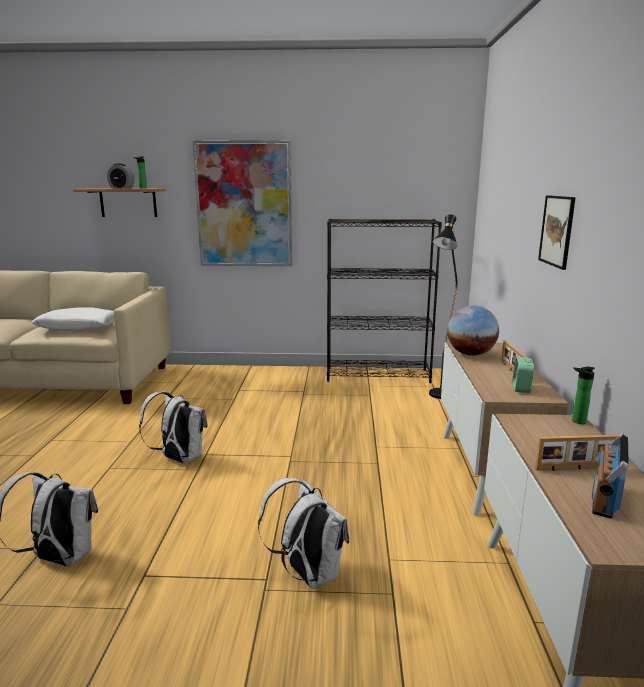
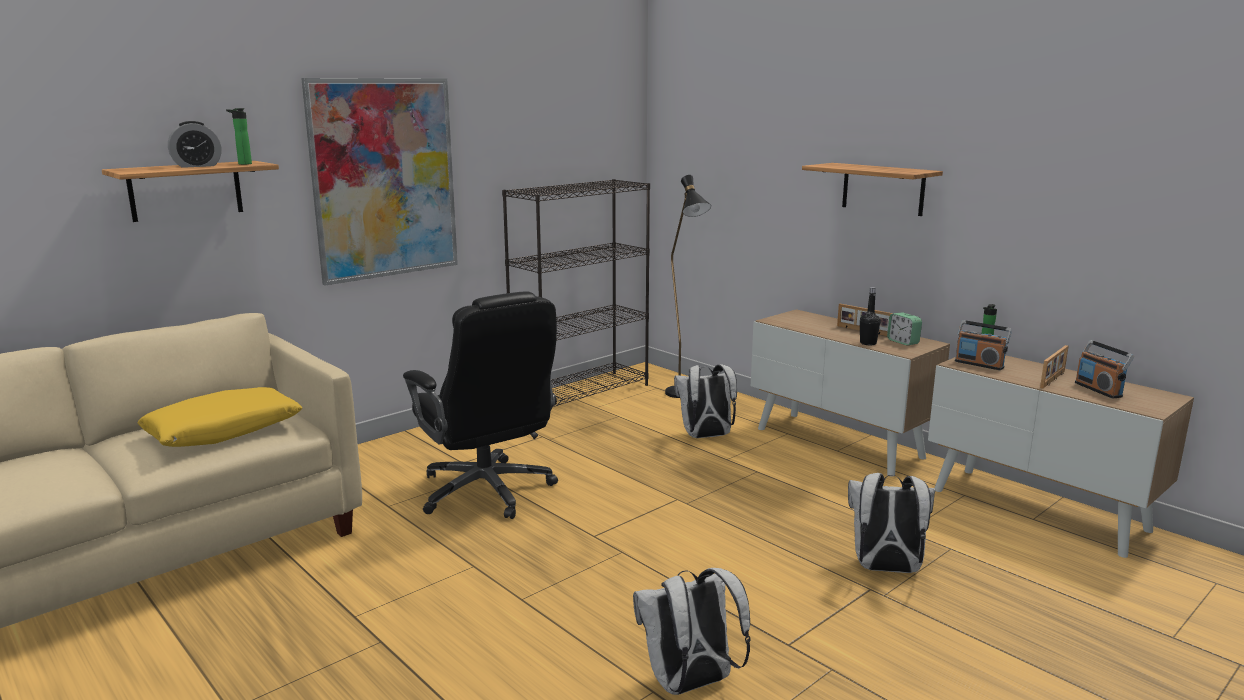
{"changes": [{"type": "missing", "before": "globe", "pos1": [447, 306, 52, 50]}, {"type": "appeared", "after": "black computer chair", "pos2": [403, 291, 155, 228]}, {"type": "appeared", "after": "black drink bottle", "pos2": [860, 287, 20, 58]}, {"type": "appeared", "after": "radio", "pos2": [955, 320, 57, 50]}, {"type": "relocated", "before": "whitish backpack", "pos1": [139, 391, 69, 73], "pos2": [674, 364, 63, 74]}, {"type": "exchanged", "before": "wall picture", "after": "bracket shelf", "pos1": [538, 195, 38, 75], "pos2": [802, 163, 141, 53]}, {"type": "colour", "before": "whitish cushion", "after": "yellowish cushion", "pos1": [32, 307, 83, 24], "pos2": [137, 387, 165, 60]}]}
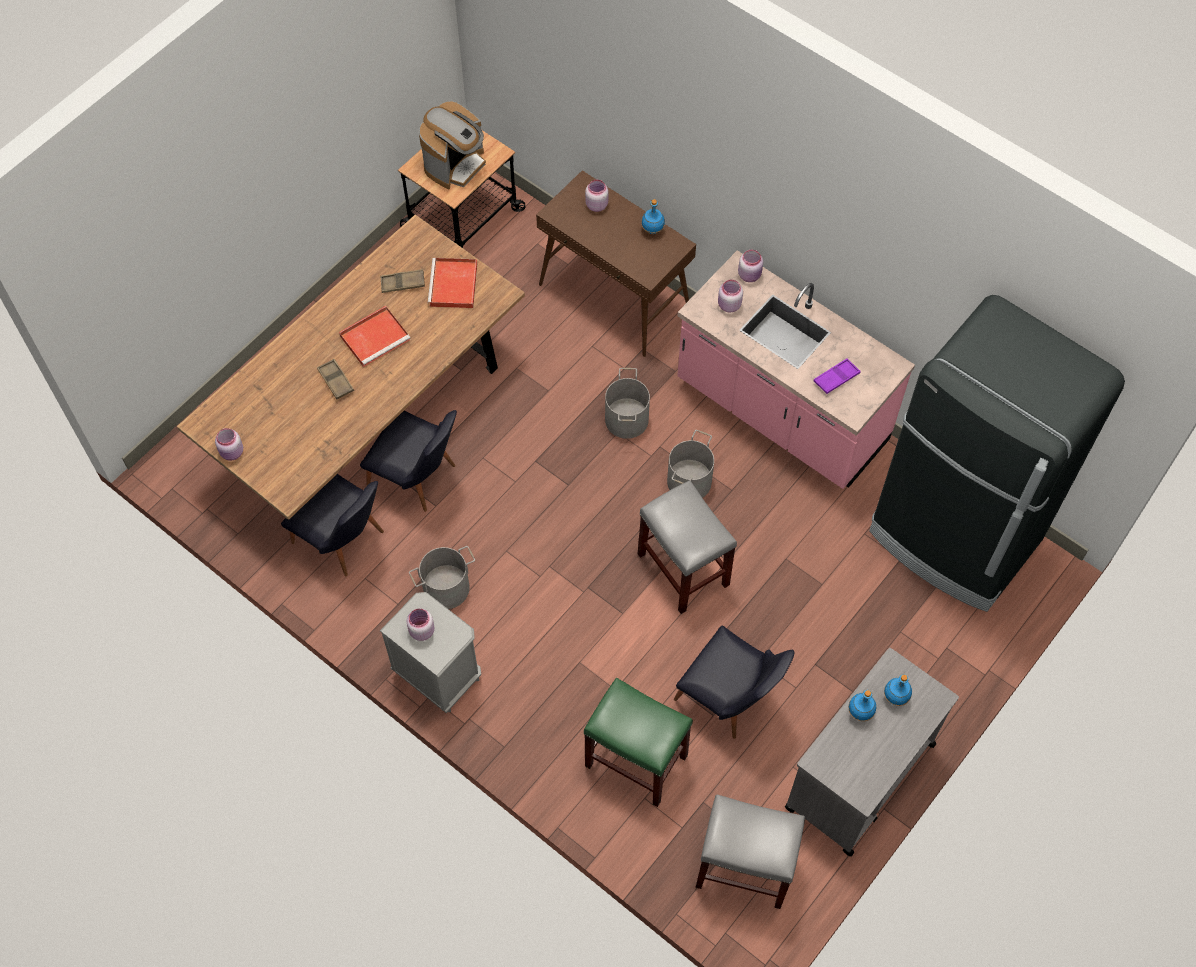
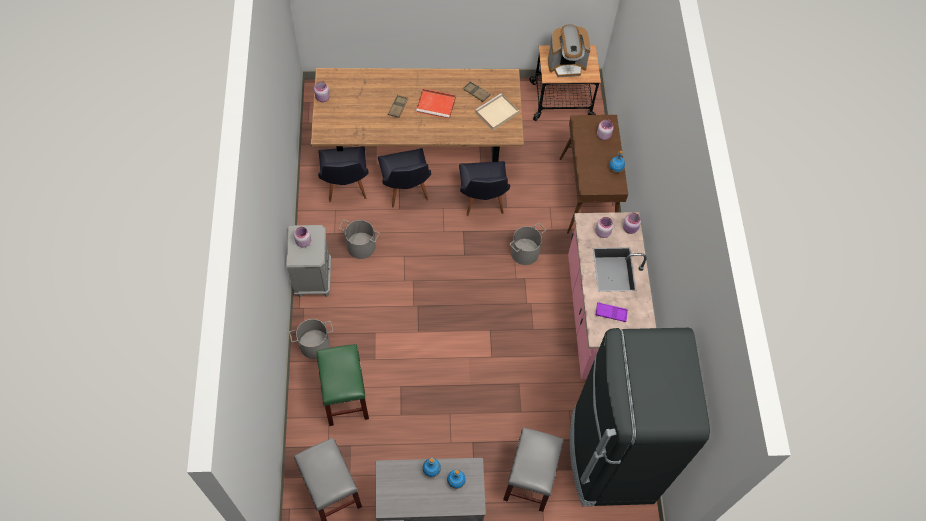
{"changes": [{"type": "relocated", "before": "greyish stool", "pos1": [638, 480, 99, 134], "pos2": [503, 428, 61, 84]}, {"type": "relocated", "before": "greyish pail", "pos1": [667, 430, 47, 68], "pos2": [289, 319, 44, 40]}, {"type": "relocated", "before": "black upright chair", "pos1": [674, 626, 120, 113], "pos2": [459, 161, 51, 55]}, {"type": "colour", "before": "reddish carrying tray", "after": "sand-coloured carrying tray", "pos1": [428, 258, 49, 50], "pos2": [475, 93, 44, 37]}]}
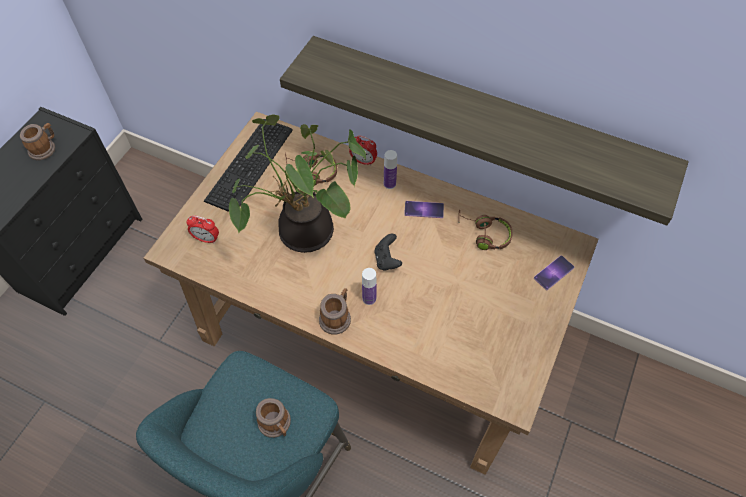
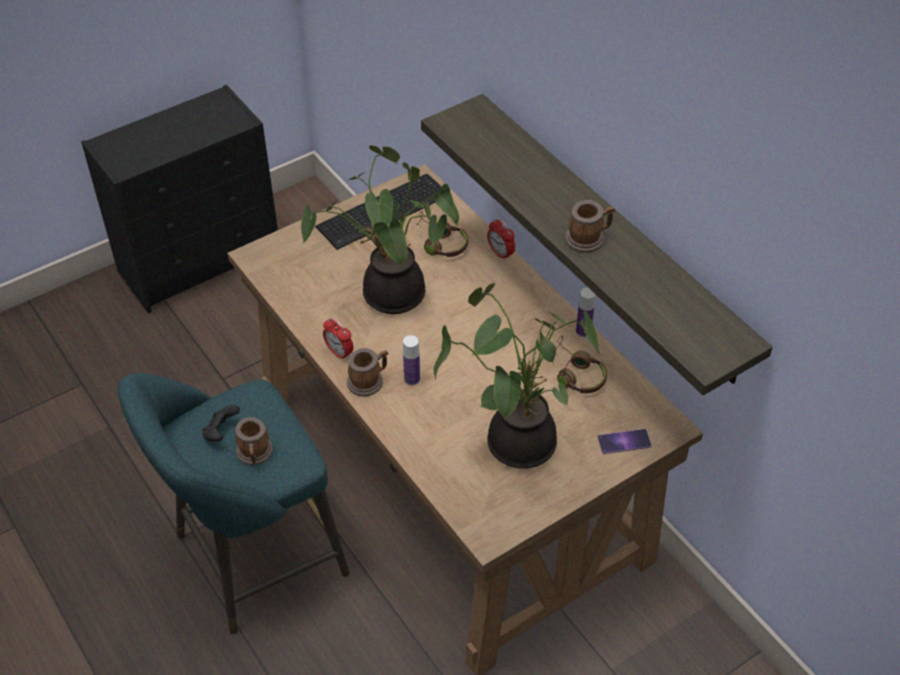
{"changes": [{"type": "missing", "before": "phone", "pos1": [404, 201, 40, 17]}, {"type": "appeared", "after": "potted plant", "pos2": [434, 283, 166, 186]}, {"type": "relocated", "before": "tea mug", "pos1": [20, 123, 35, 37], "pos2": [565, 200, 50, 53]}, {"type": "relocated", "before": "bedside clock", "pos1": [186, 215, 33, 29], "pos2": [323, 318, 31, 43]}, {"type": "relocated", "before": "black game controller", "pos1": [374, 234, 28, 37], "pos2": [202, 405, 38, 37]}, {"type": "relocated", "before": "drink bottle", "pos1": [384, 150, 13, 39], "pos2": [576, 288, 20, 49]}]}
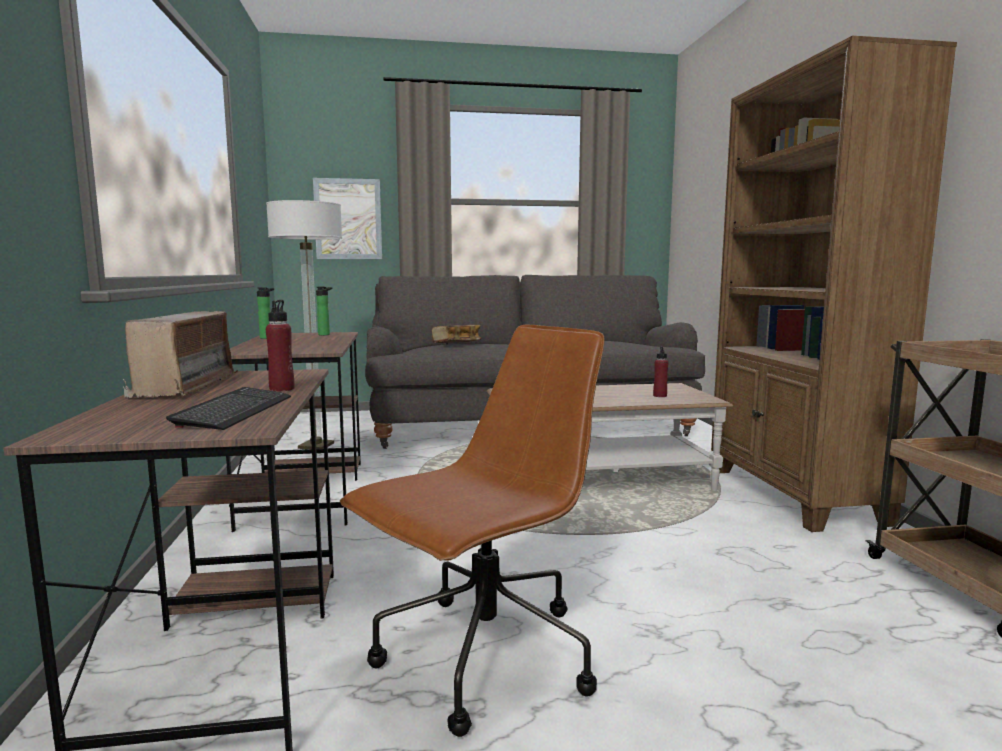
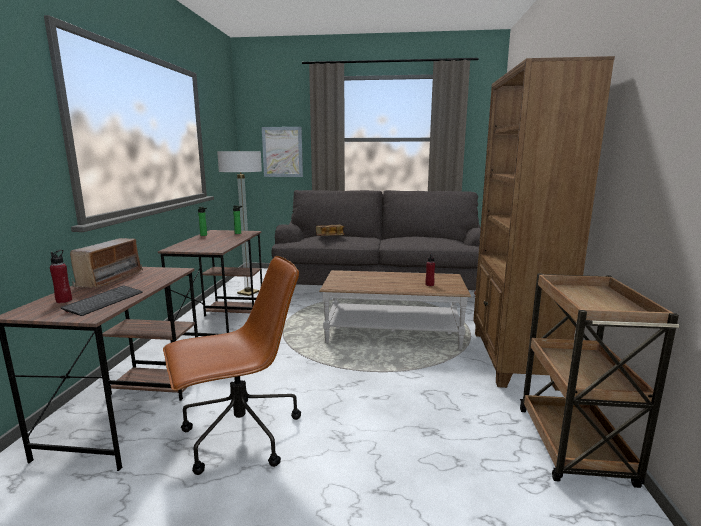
{"changes": [{"type": "relocated", "before": "reddish drink bottle", "pos1": [266, 300, 28, 91], "pos2": [50, 250, 22, 53]}]}
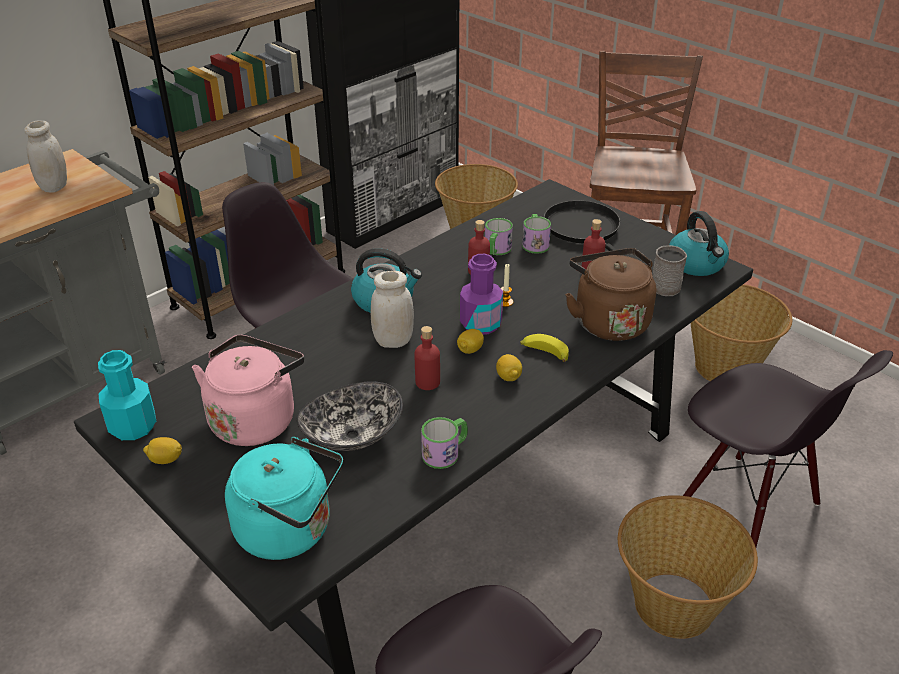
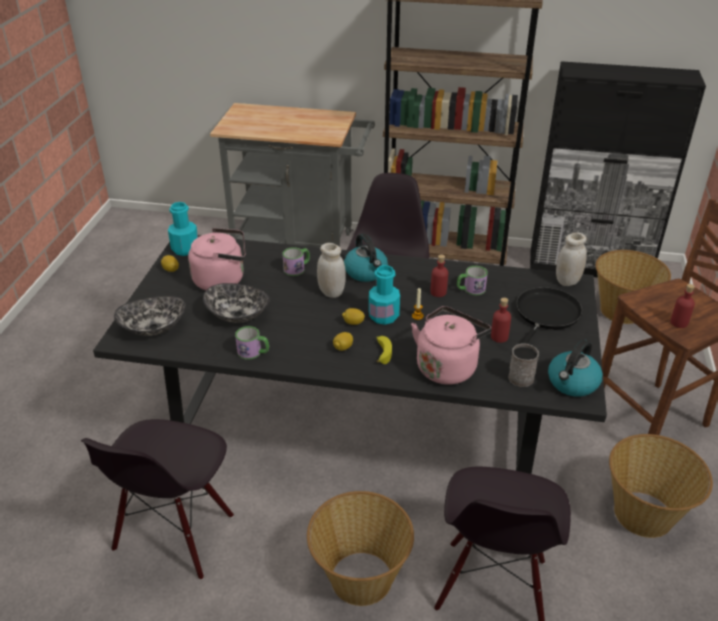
{"changes": [{"type": "relocated", "before": "whitish jar", "pos1": [24, 120, 43, 73], "pos2": [556, 232, 31, 54]}, {"type": "relocated", "before": "reddish drink bottle", "pos1": [414, 326, 26, 64], "pos2": [670, 284, 25, 44]}, {"type": "relocated", "before": "tea mug", "pos1": [522, 214, 29, 40], "pos2": [282, 247, 28, 29]}, {"type": "exchanged", "before": "blue-green water kettle", "after": "serving bowl", "pos1": [225, 437, 118, 123], "pos2": [114, 296, 72, 40]}, {"type": "colour", "before": "purple-coloured drink bottle", "after": "blue-green drink bottle", "pos1": [460, 254, 43, 81], "pos2": [369, 265, 31, 60]}, {"type": "colour", "before": "brown-coloured water kettle", "after": "pink water kettle", "pos1": [565, 248, 91, 93], "pos2": [411, 306, 80, 79]}]}
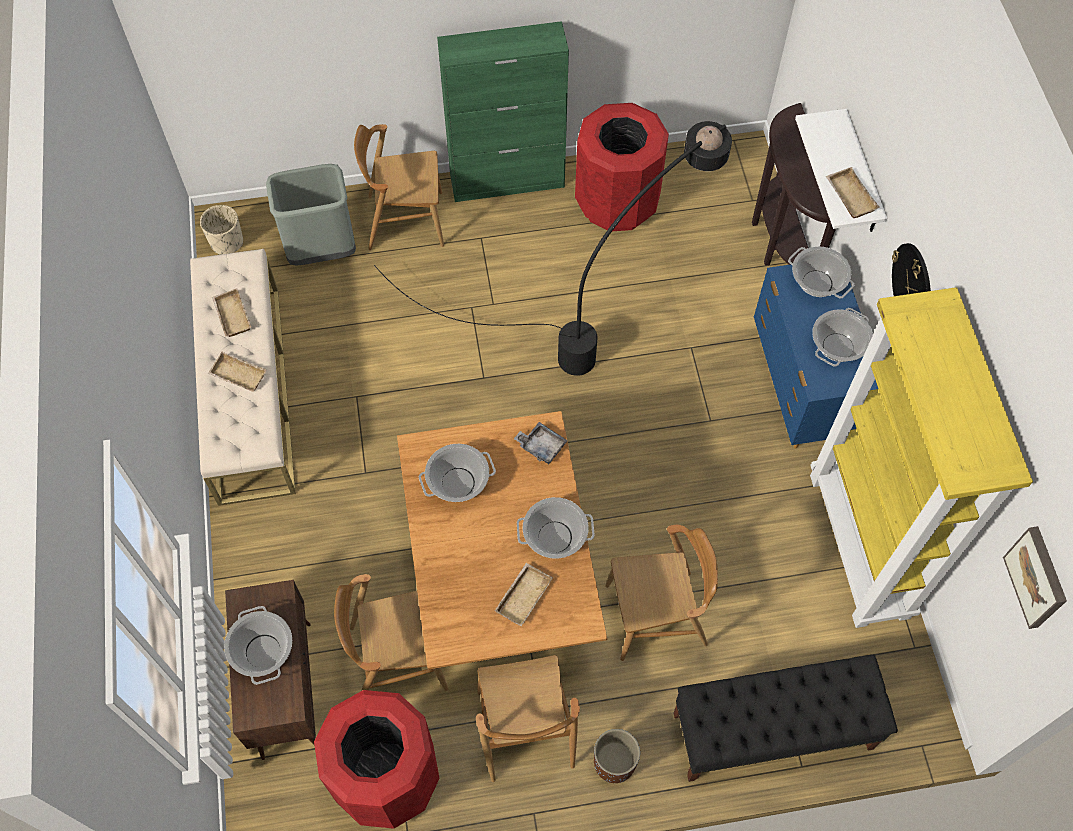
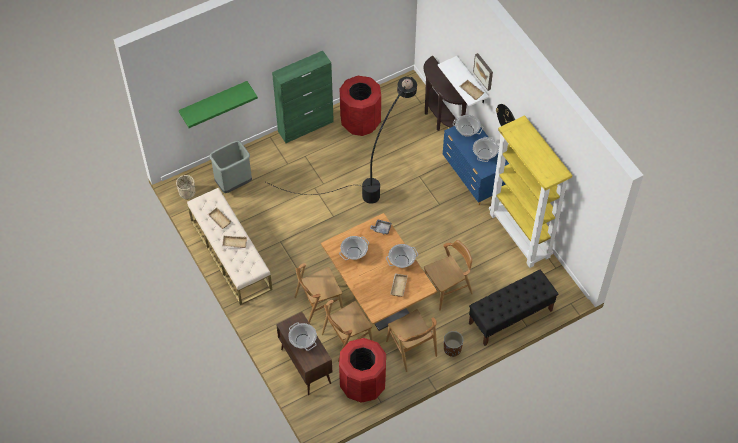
{"changes": [{"type": "appeared", "after": "green-coloured bracket shelf", "pos2": [179, 81, 79, 47]}, {"type": "relocated", "before": "brown-coloured upright chair", "pos1": [354, 124, 90, 126], "pos2": [294, 263, 49, 60]}, {"type": "relocated", "before": "wall picture", "pos1": [1003, 526, 64, 103], "pos2": [473, 53, 20, 38]}]}
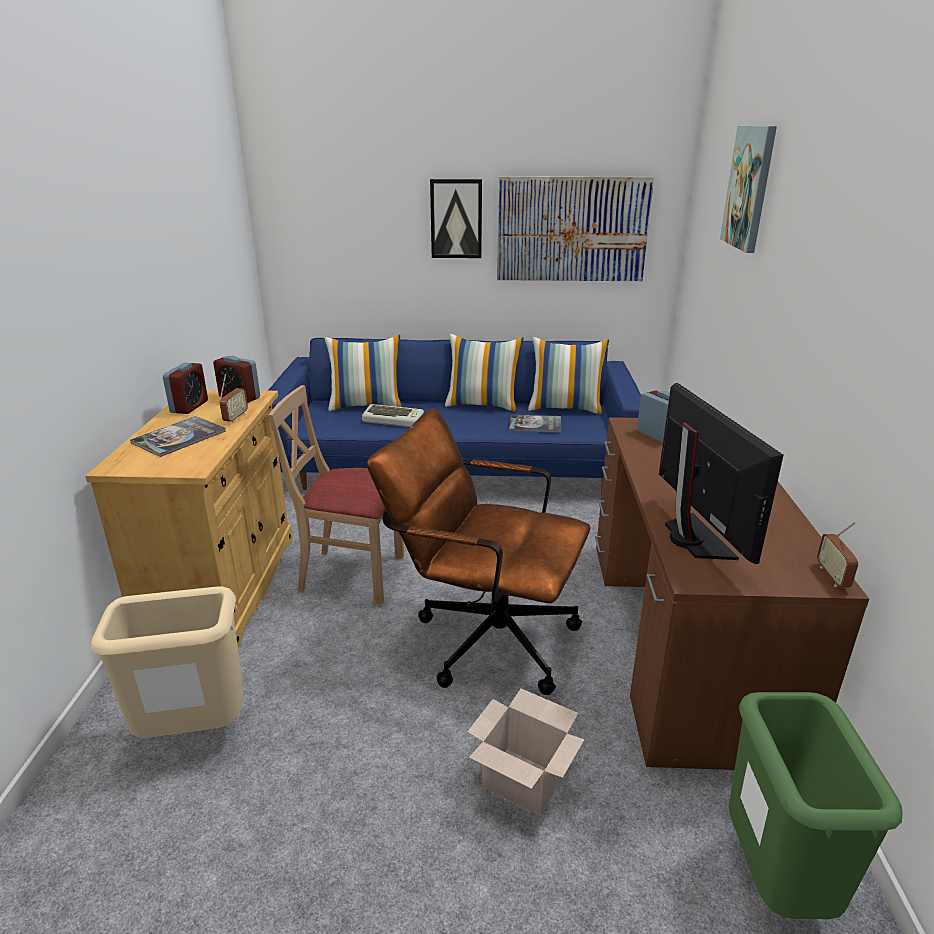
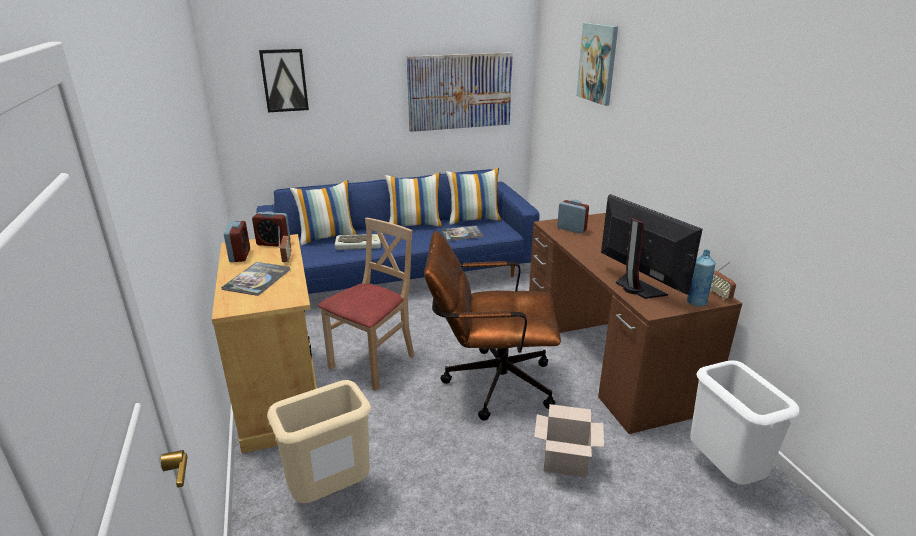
{"changes": [{"type": "appeared", "after": "blue drink bottle", "pos2": [687, 249, 28, 58]}, {"type": "relocated", "before": "wall picture", "pos1": [430, 179, 52, 79], "pos2": [259, 49, 50, 63]}, {"type": "colour", "before": "green-coloured rubbish bin", "after": "whitish rubbish bin", "pos1": [729, 692, 174, 227], "pos2": [690, 360, 110, 125]}, {"type": "spun", "before": "sand-coloured upright chair", "pos1": [268, 385, 136, 220], "pos2": [318, 218, 96, 173], "turn": 135}]}
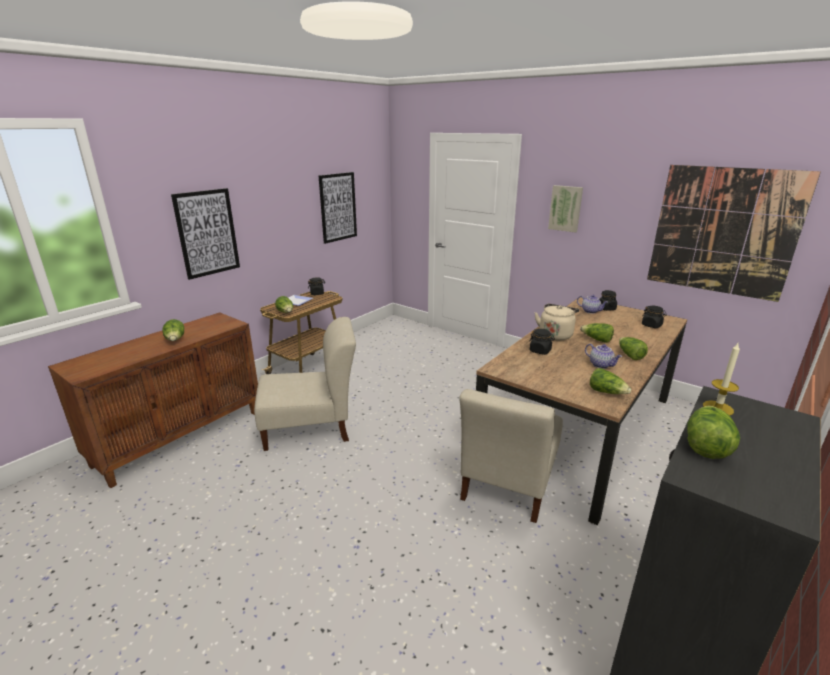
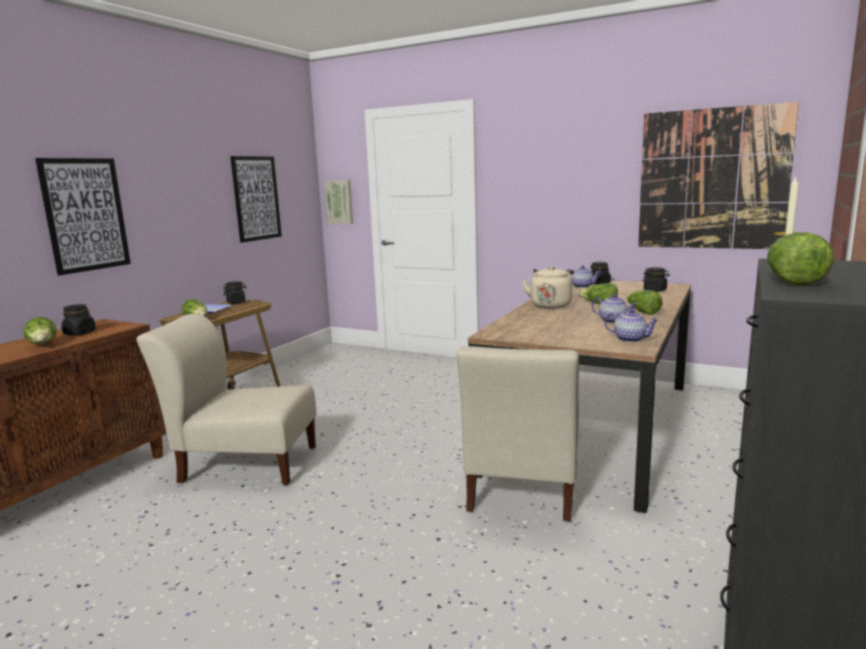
{"changes": [{"type": "relocated", "before": "black jar", "pos1": [529, 329, 26, 26], "pos2": [61, 304, 35, 31]}, {"type": "relocated", "before": "wall picture", "pos1": [548, 185, 35, 48], "pos2": [324, 180, 29, 44]}, {"type": "exchanged", "before": "lettuce", "after": "pot for tea", "pos1": [590, 368, 41, 26], "pos2": [604, 309, 55, 33]}, {"type": "spun", "before": "sand-coloured upright chair", "pos1": [254, 317, 102, 134], "pos2": [136, 314, 180, 171], "turn": -150}]}
